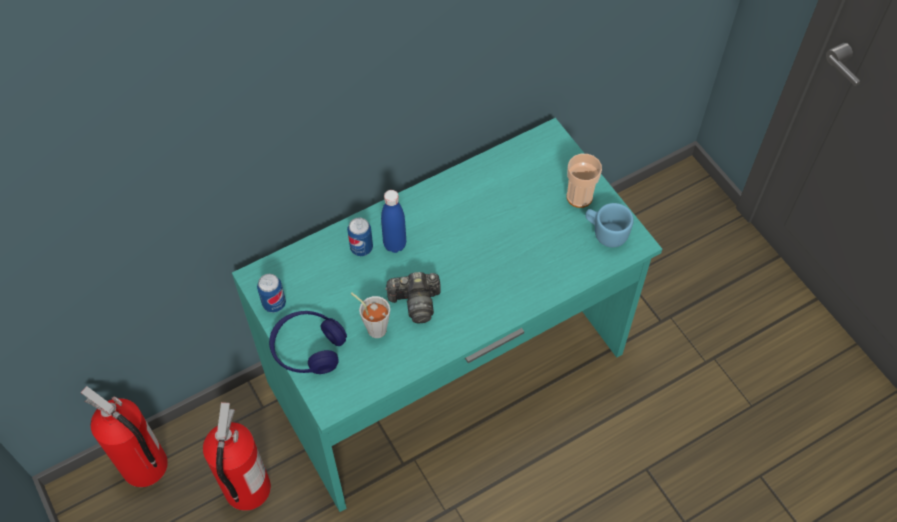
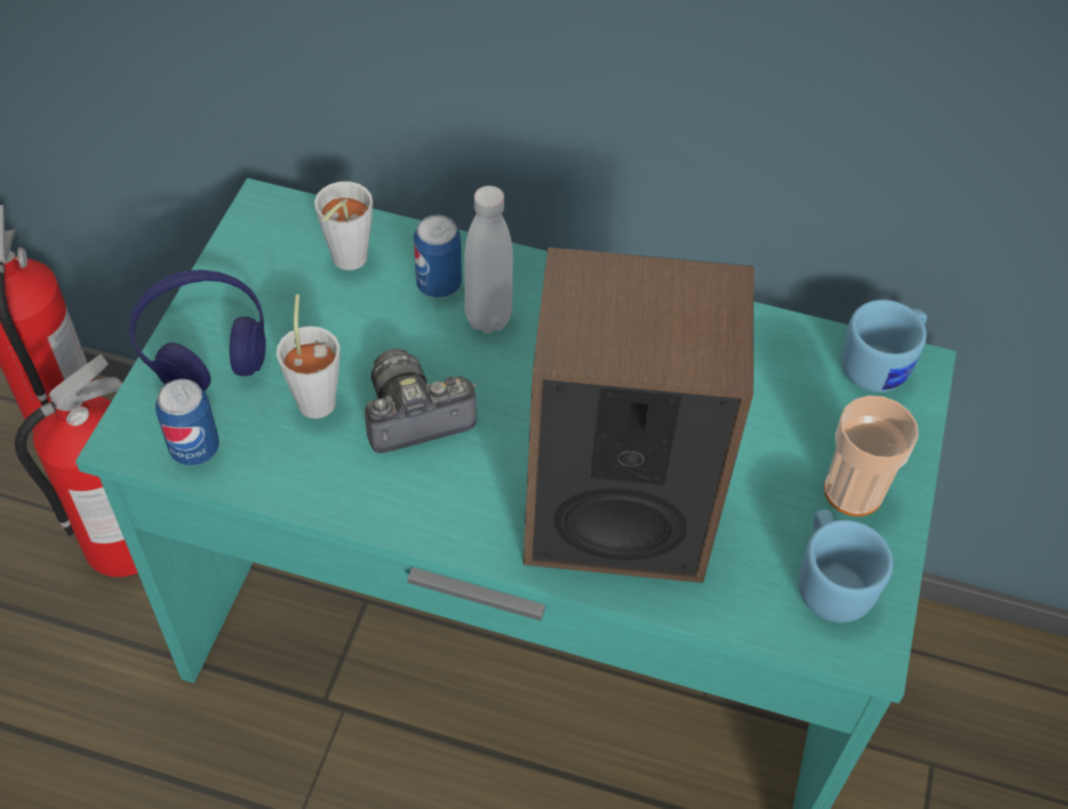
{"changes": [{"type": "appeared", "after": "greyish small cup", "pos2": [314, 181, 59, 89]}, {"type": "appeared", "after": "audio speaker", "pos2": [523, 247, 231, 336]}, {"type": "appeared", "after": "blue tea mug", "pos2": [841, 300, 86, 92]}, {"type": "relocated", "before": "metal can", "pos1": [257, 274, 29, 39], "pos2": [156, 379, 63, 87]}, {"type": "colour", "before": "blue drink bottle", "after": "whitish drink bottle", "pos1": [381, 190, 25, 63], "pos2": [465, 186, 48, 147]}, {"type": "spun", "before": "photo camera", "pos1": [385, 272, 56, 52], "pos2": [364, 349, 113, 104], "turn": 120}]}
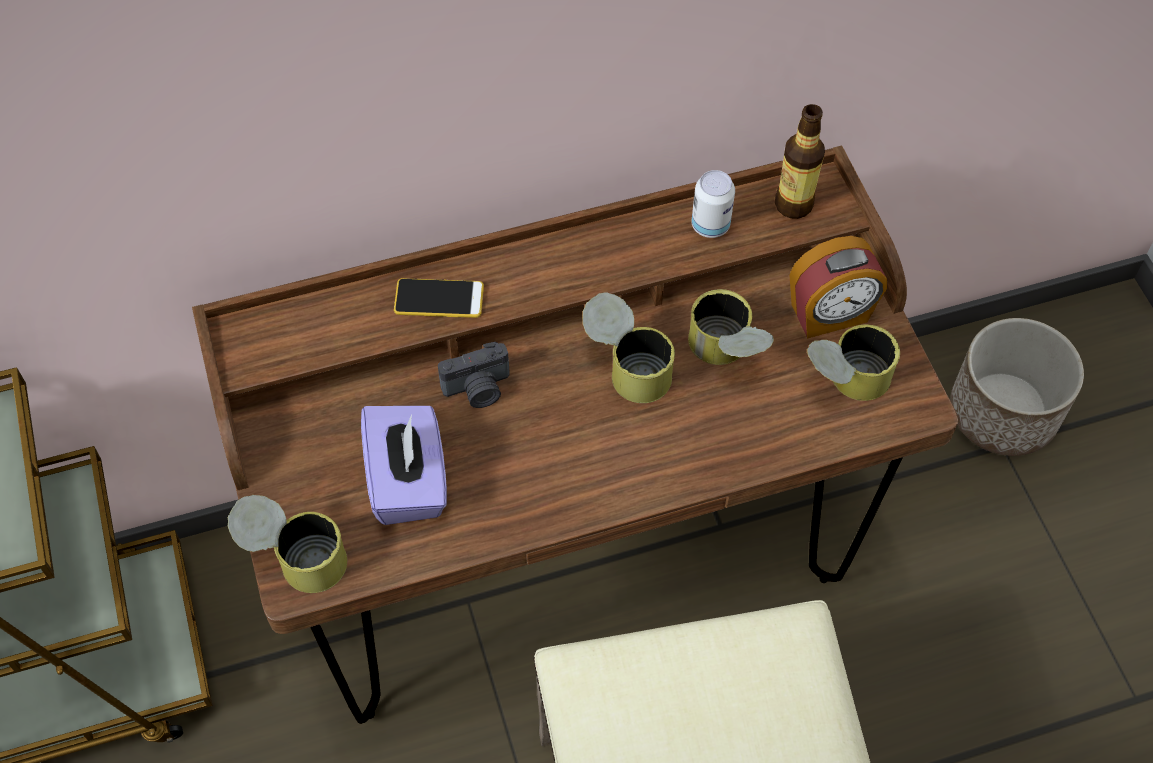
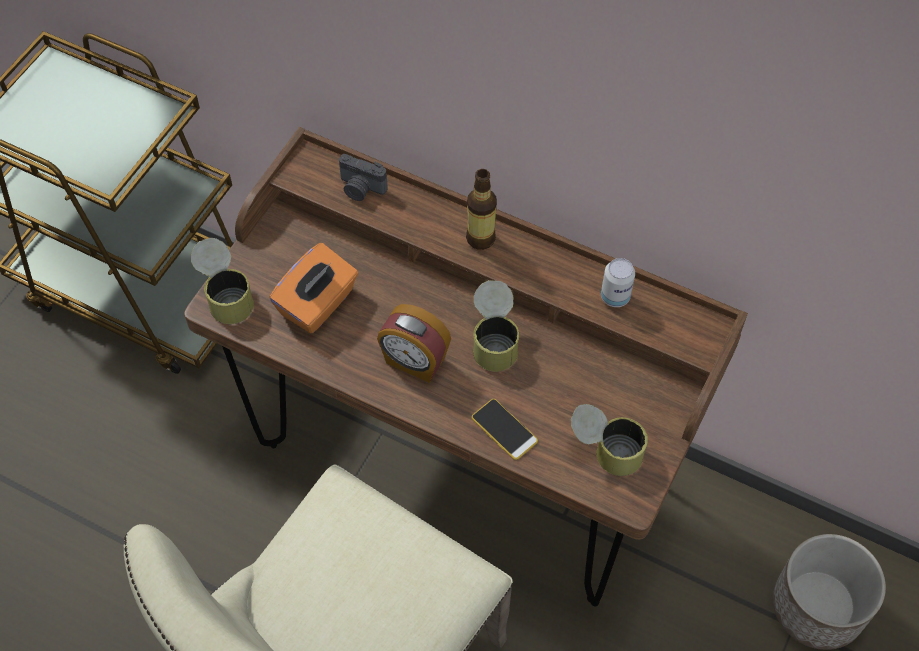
{"changes": [{"type": "missing", "before": "metal can", "pos1": [688, 289, 86, 76]}, {"type": "relocated", "before": "phone", "pos1": [394, 278, 90, 40], "pos2": [471, 399, 67, 61]}, {"type": "relocated", "before": "photo camera", "pos1": [438, 342, 72, 66], "pos2": [339, 154, 49, 47]}, {"type": "relocated", "before": "drink bottle", "pos1": [775, 104, 50, 115], "pos2": [466, 169, 31, 81]}, {"type": "relocated", "before": "bedside clock", "pos1": [789, 236, 98, 102], "pos2": [377, 304, 74, 79]}, {"type": "colour", "before": "purple-coloured tissue holder", "after": "orange tissue holder", "pos1": [361, 406, 86, 119], "pos2": [269, 243, 90, 90]}]}
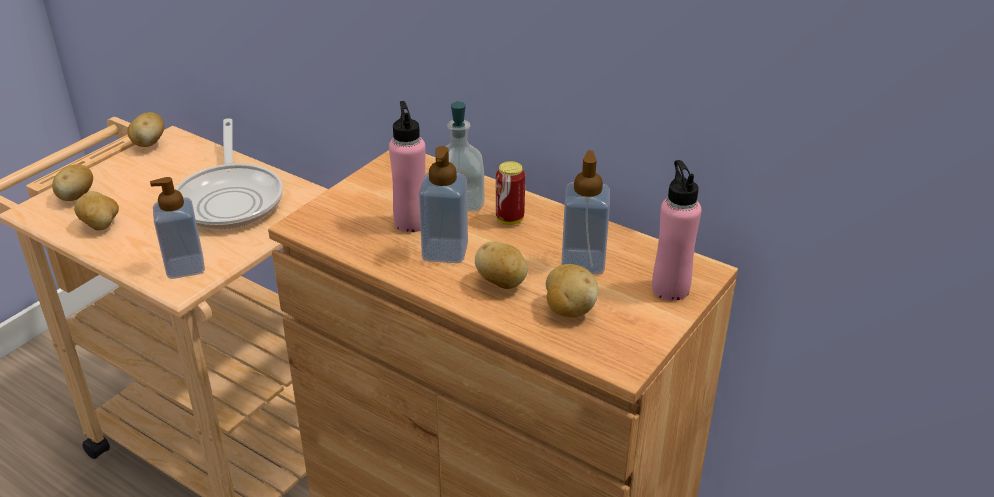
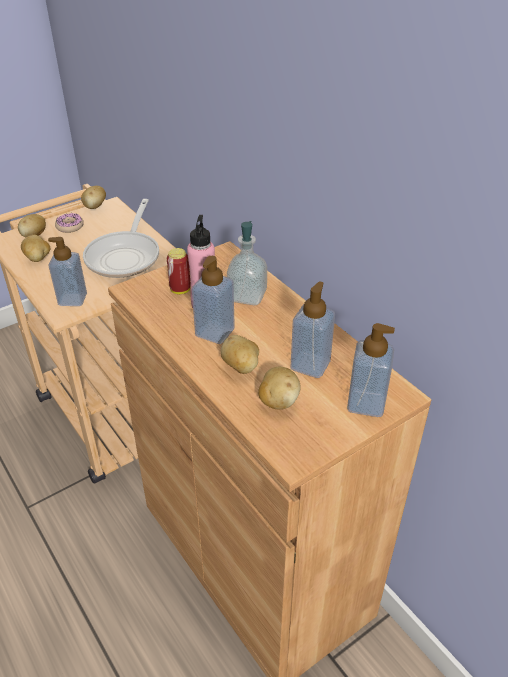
{"changes": [{"type": "appeared", "after": "ring doughnut", "pos2": [55, 213, 29, 20]}, {"type": "relocated", "before": "metal can", "pos1": [496, 161, 29, 64], "pos2": [167, 248, 23, 46]}, {"type": "exchanged", "before": "pink drink bottle", "after": "soap dispenser", "pos1": [652, 160, 49, 141], "pos2": [347, 323, 48, 94]}]}
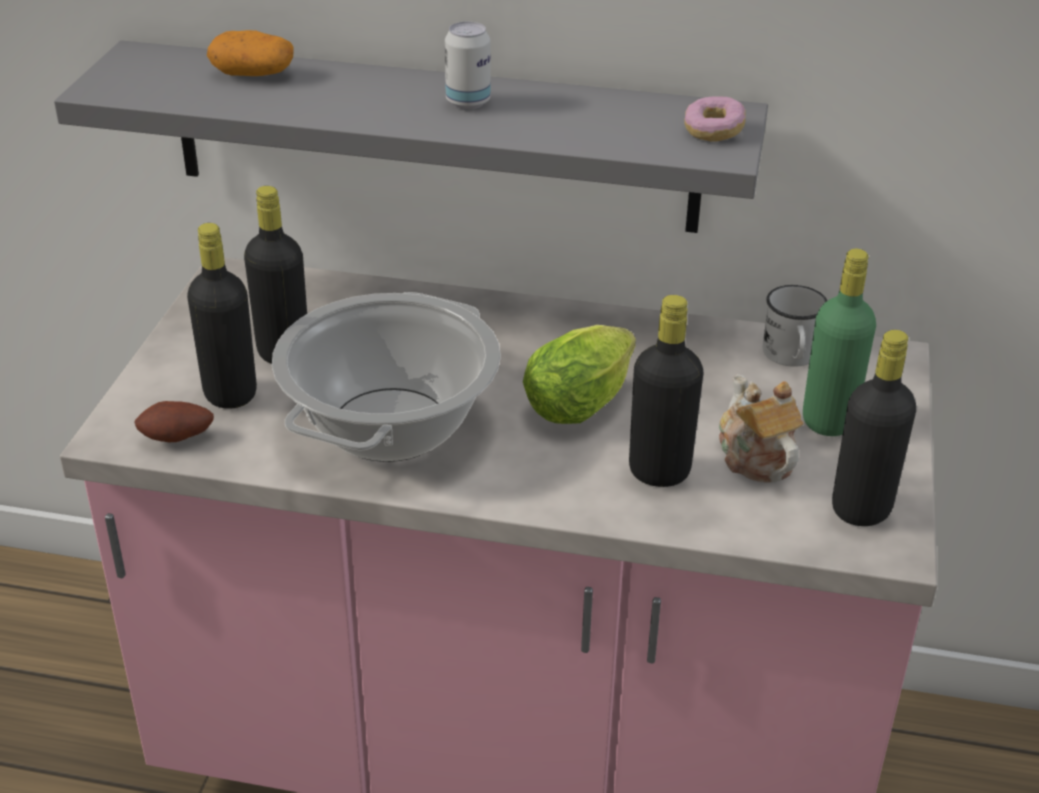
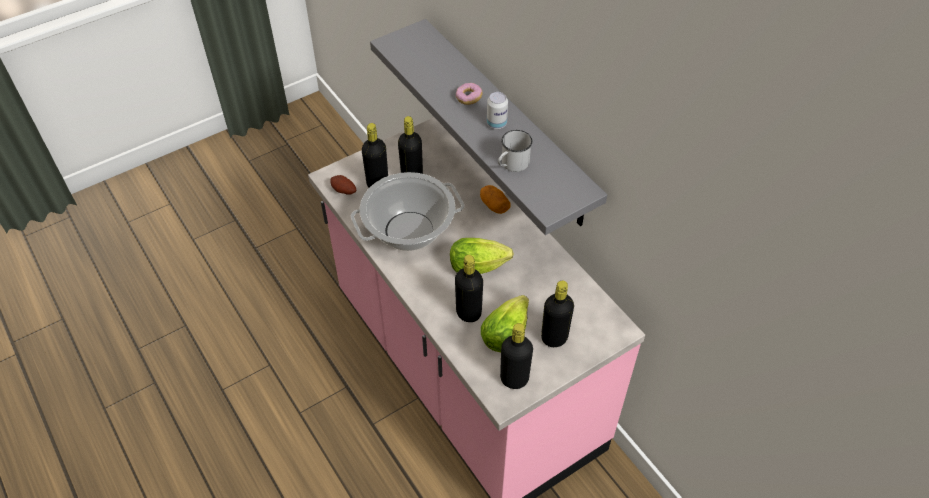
{"changes": [{"type": "relocated", "before": "whole potato", "pos1": [207, 30, 87, 46], "pos2": [480, 185, 31, 29]}, {"type": "relocated", "before": "ring doughnut", "pos1": [684, 96, 62, 46], "pos2": [456, 83, 26, 22]}, {"type": "relocated", "before": "whitish tea mug", "pos1": [763, 285, 65, 82], "pos2": [498, 130, 35, 42]}, {"type": "exchanged", "before": "pot for tea", "after": "lettuce", "pos1": [719, 374, 84, 109], "pos2": [481, 295, 48, 57]}, {"type": "colour", "before": "green-coloured drink bottle", "after": "black drink bottle", "pos1": [803, 249, 73, 187], "pos2": [541, 281, 33, 66]}]}
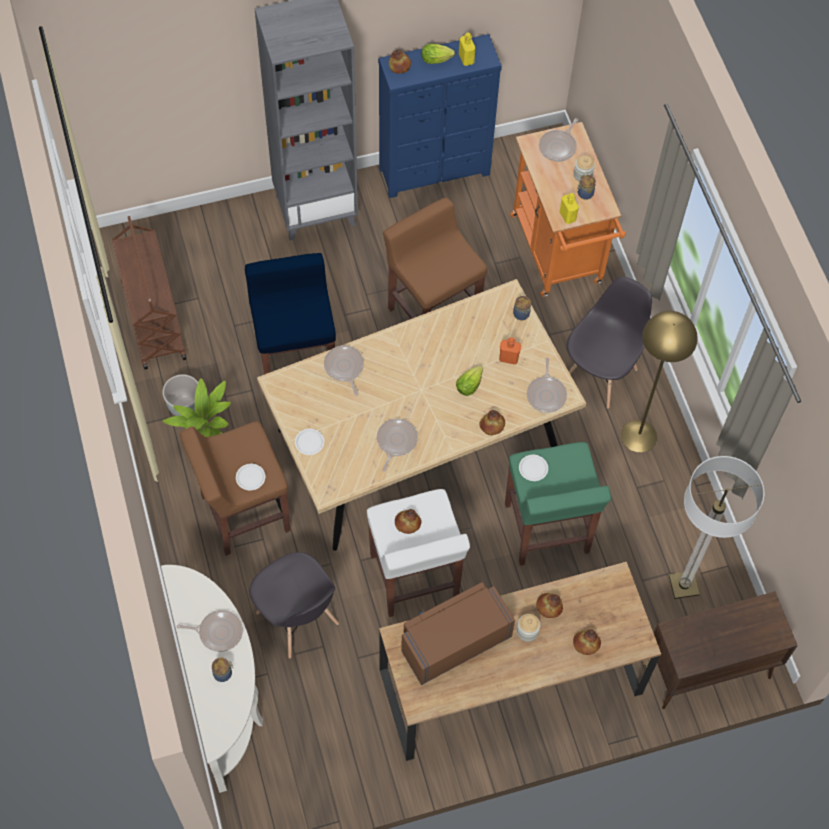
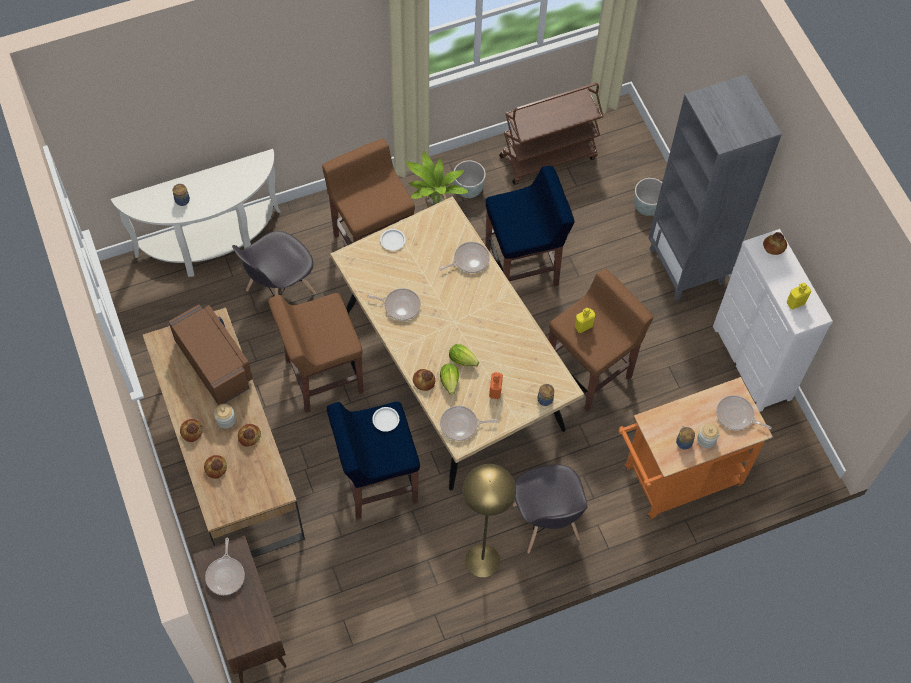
{"changes": [{"type": "missing", "before": "whitish flat dish", "pos1": [236, 464, 29, 26]}, {"type": "missing", "before": "floor lamp", "pos1": [669, 456, 95, 143]}, {"type": "appeared", "after": "greyish flower pot", "pos2": [634, 178, 28, 38]}, {"type": "relocated", "before": "pan", "pos1": [177, 610, 66, 42], "pos2": [205, 538, 40, 57]}, {"type": "relocated", "before": "bread", "pos1": [395, 509, 26, 25], "pos2": [180, 419, 23, 23]}, {"type": "relocated", "before": "lettuce", "pos1": [422, 44, 33, 20], "pos2": [440, 363, 19, 32]}, {"type": "relocated", "before": "yellowish drink bottle", "pos1": [560, 193, 19, 31], "pos2": [575, 308, 20, 25]}, {"type": "colour", "before": "whitish stool", "after": "brown-coloured stool", "pos1": [367, 489, 103, 128], "pos2": [268, 293, 96, 120]}, {"type": "colour", "before": "blue dresser", "after": "whitish dresser", "pos1": [378, 34, 124, 164], "pos2": [713, 229, 120, 183]}, {"type": "colour", "before": "green-coloured stool", "after": "blue stool", "pos1": [505, 442, 106, 124], "pos2": [327, 401, 93, 118]}, {"type": "spun", "before": "greyish upright chair", "pos1": [567, 277, 85, 131], "pos2": [513, 464, 74, 90], "turn": 45}]}
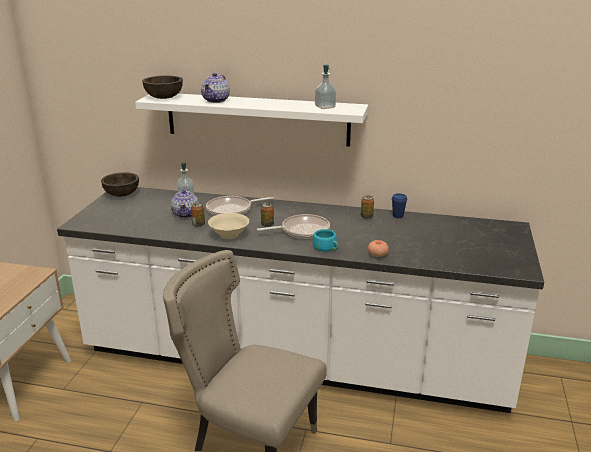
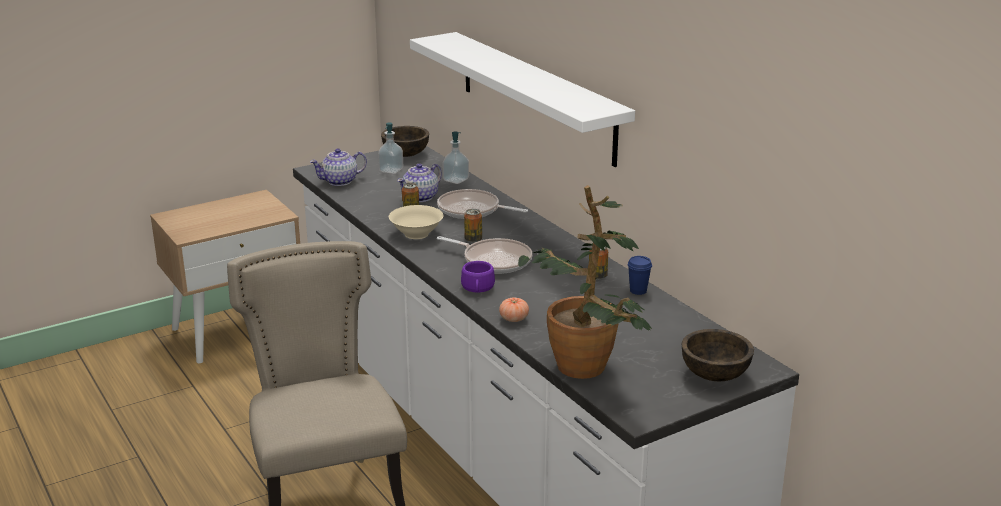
{"changes": [{"type": "appeared", "after": "potted plant", "pos2": [518, 185, 134, 194]}, {"type": "relocated", "before": "brown-coloured serving bowl", "pos1": [142, 76, 41, 23], "pos2": [682, 329, 72, 52]}, {"type": "relocated", "before": "pot for tea", "pos1": [201, 73, 29, 30], "pos2": [310, 148, 57, 38]}, {"type": "relocated", "before": "soap dispenser", "pos1": [315, 65, 21, 44], "pos2": [378, 122, 25, 52]}, {"type": "colour", "before": "blue-green small cup", "after": "purple-coloured small cup", "pos1": [313, 229, 26, 23], "pos2": [461, 261, 34, 32]}]}
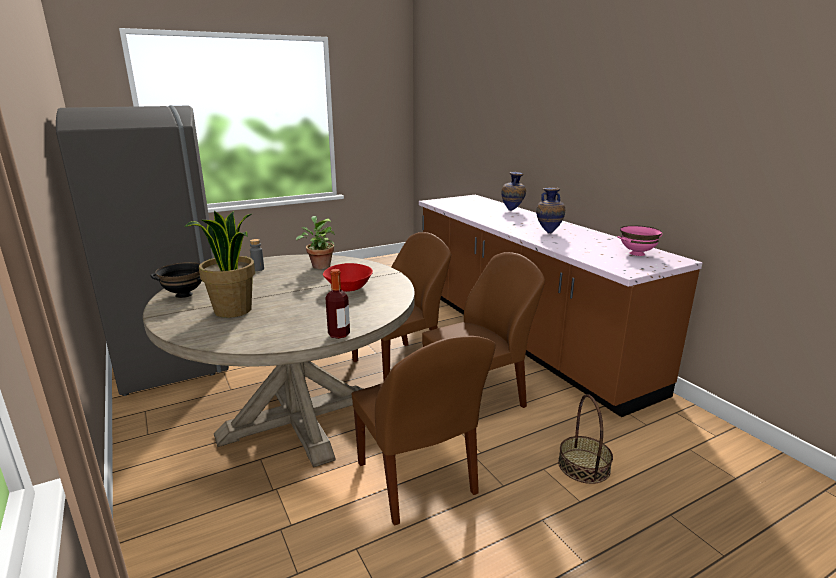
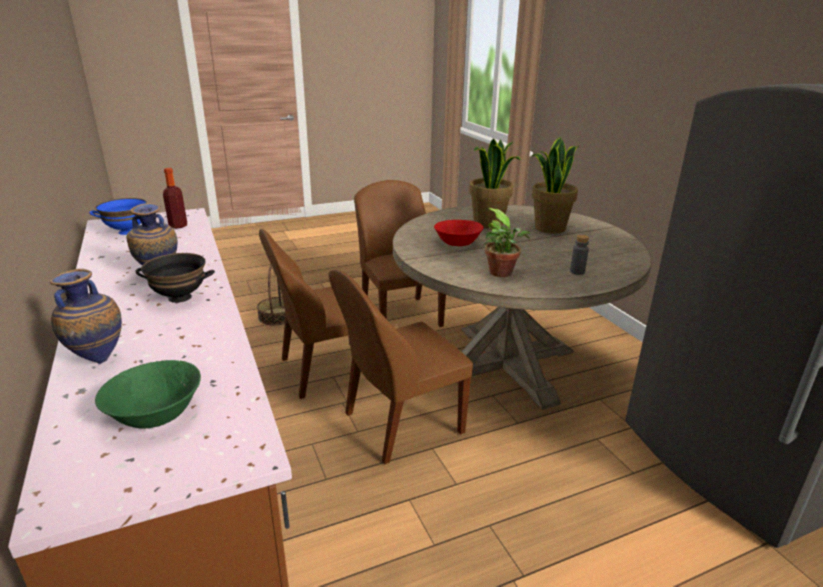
{"changes": [{"type": "appeared", "after": "green-coloured serving bowl", "pos2": [95, 360, 106, 69]}, {"type": "appeared", "after": "potted plant", "pos2": [469, 138, 52, 90]}, {"type": "relocated", "before": "black serving bowl", "pos1": [150, 262, 52, 36], "pos2": [136, 253, 79, 50]}, {"type": "relocated", "before": "drink bottle", "pos1": [325, 269, 25, 70], "pos2": [163, 168, 24, 61]}, {"type": "colour", "before": "pink serving bowl", "after": "blue serving bowl", "pos1": [617, 225, 46, 31], "pos2": [89, 198, 58, 37]}]}
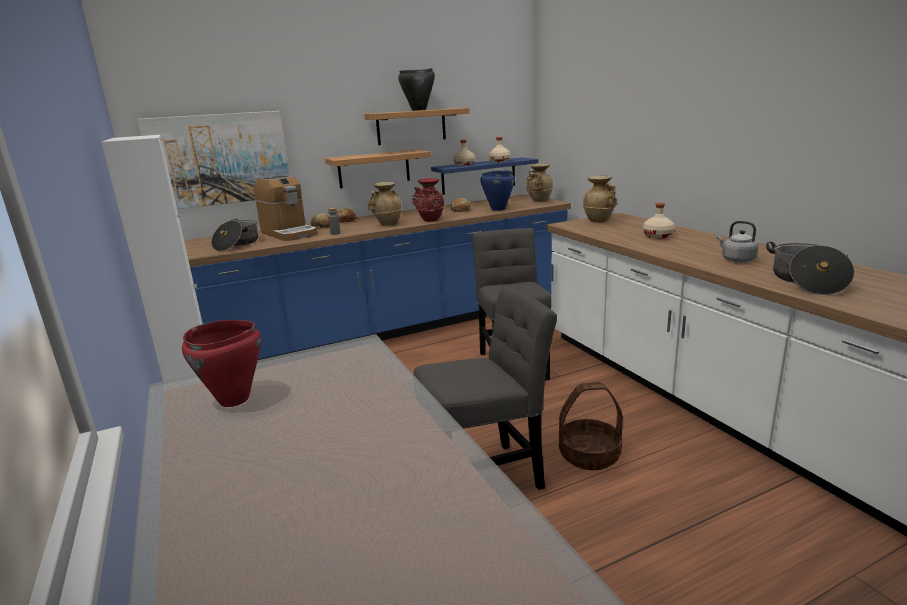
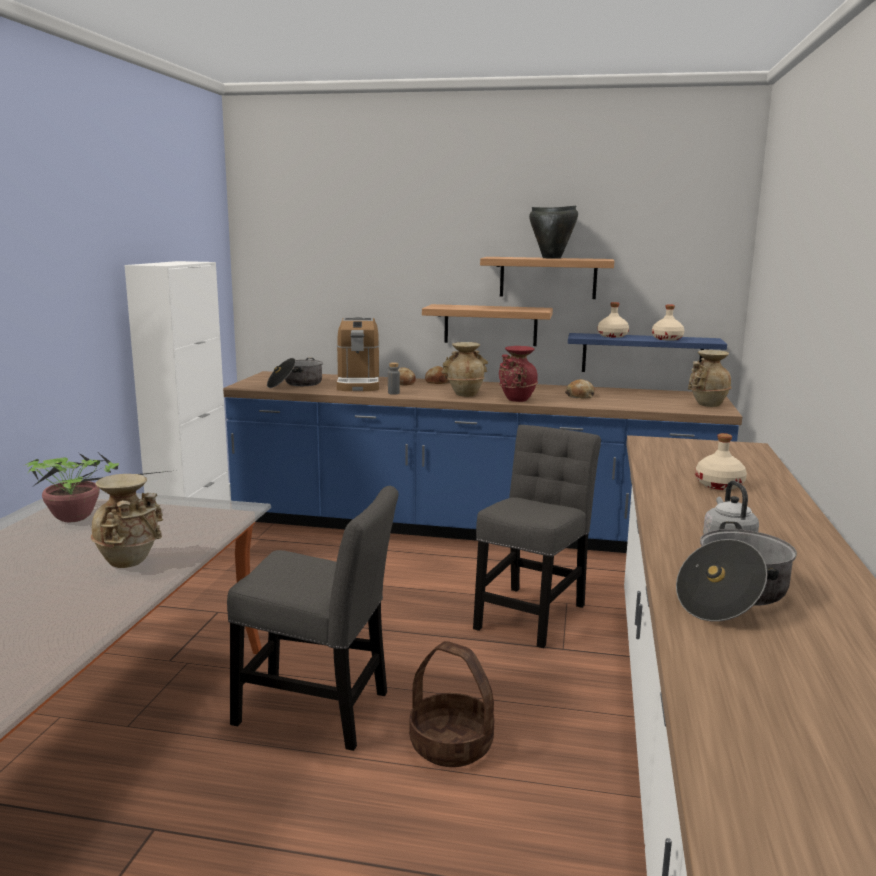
{"changes": [{"type": "missing", "before": "wall picture", "pos1": [137, 111, 152, 98]}, {"type": "missing", "before": "blue cooking pot", "pos1": [481, 170, 34, 41]}, {"type": "relocated", "before": "sand-coloured flower vase", "pos1": [583, 176, 35, 47], "pos2": [91, 474, 72, 94]}, {"type": "exchanged", "before": "reddish cooking pot", "after": "potted plant", "pos1": [182, 320, 79, 87], "pos2": [25, 453, 144, 69]}]}
